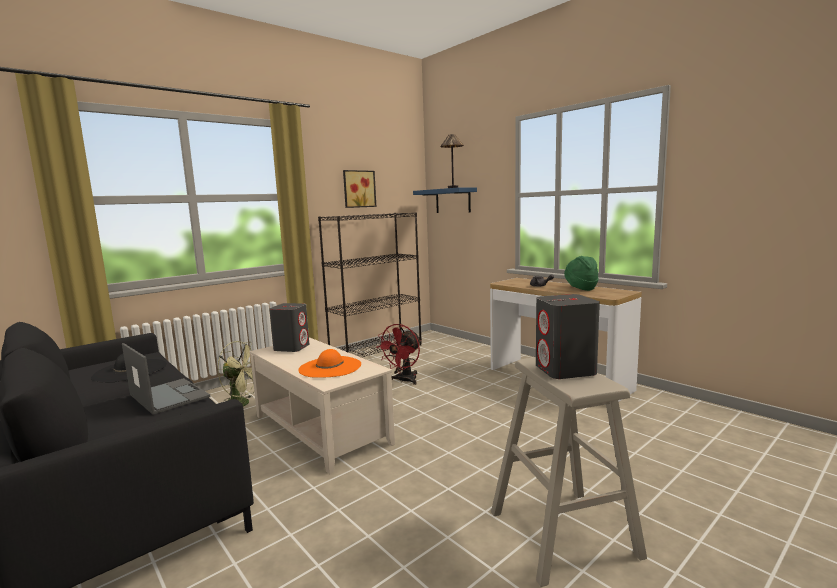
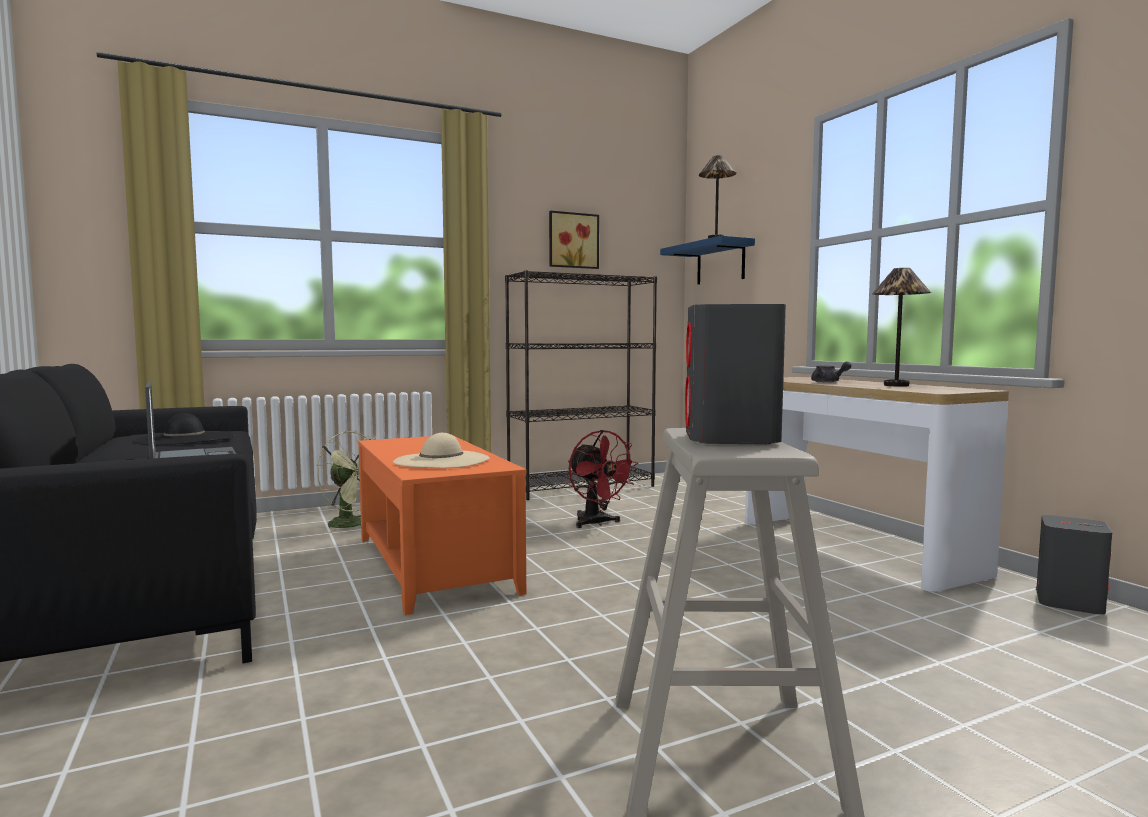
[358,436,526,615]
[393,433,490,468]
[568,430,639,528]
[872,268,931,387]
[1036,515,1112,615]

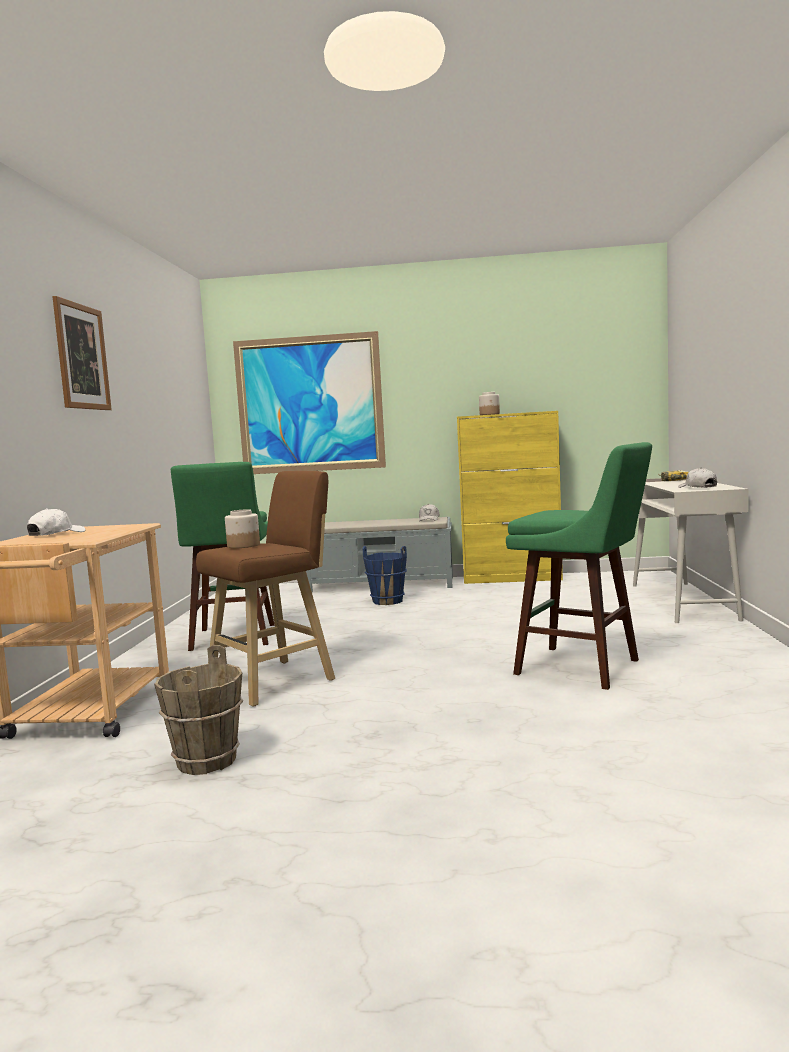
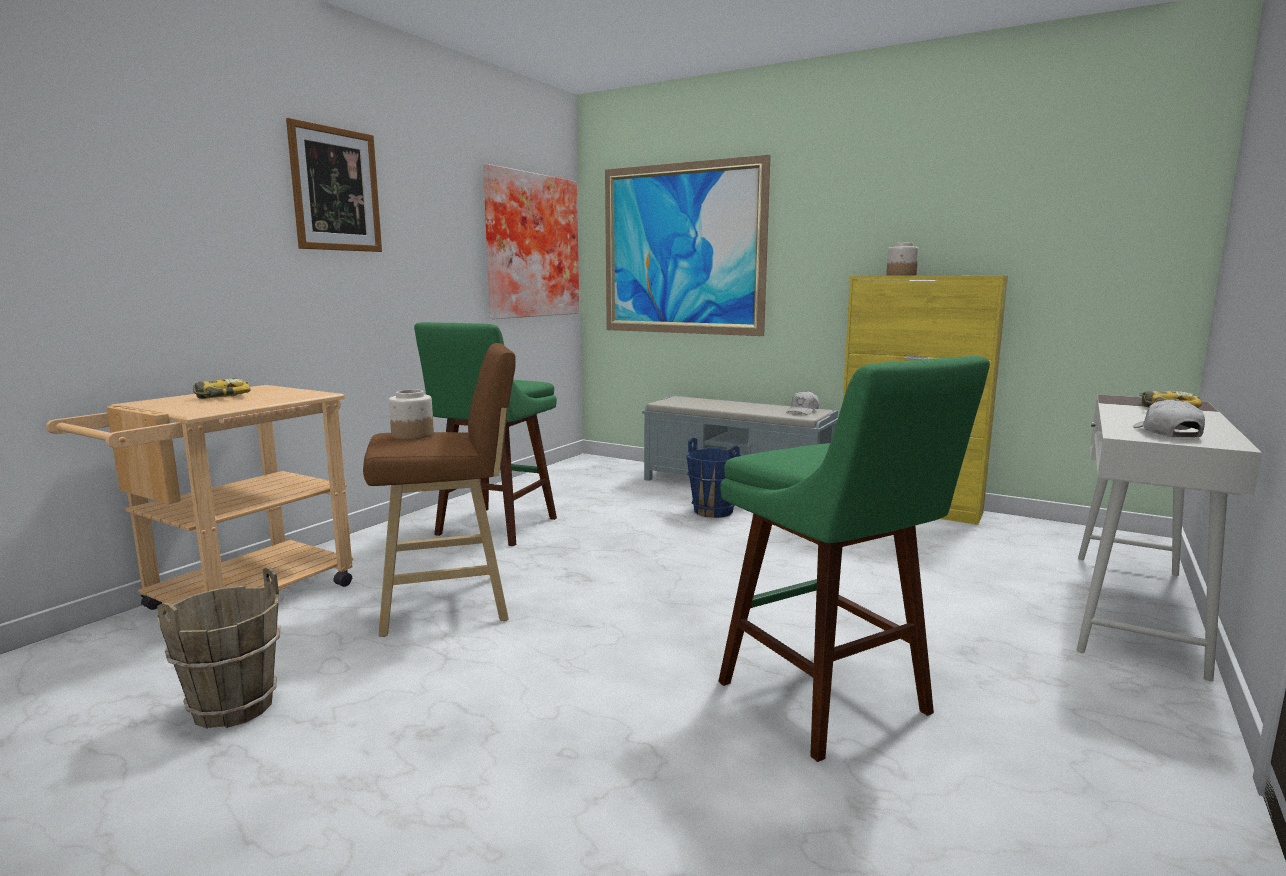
[193,378,251,399]
[483,164,579,319]

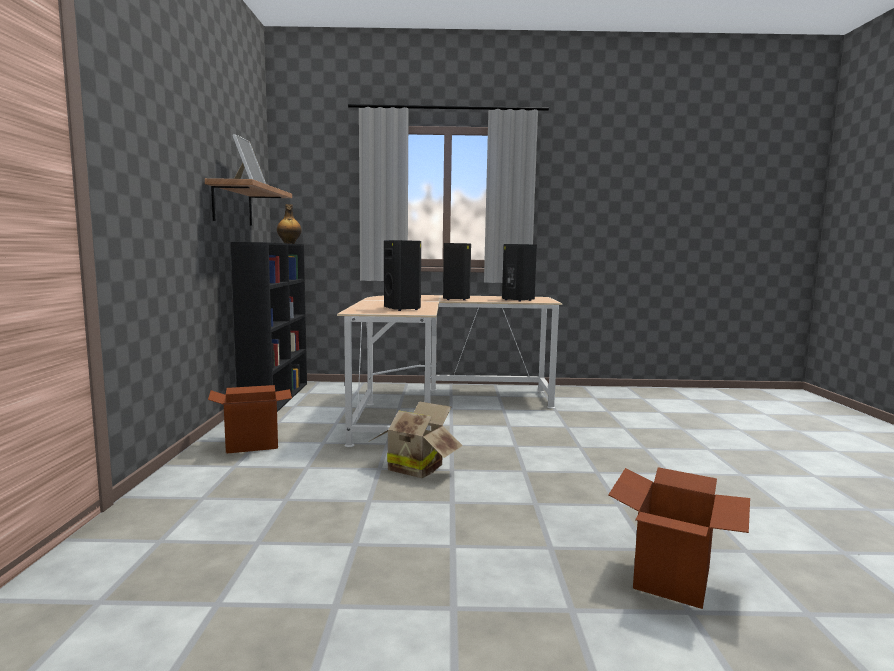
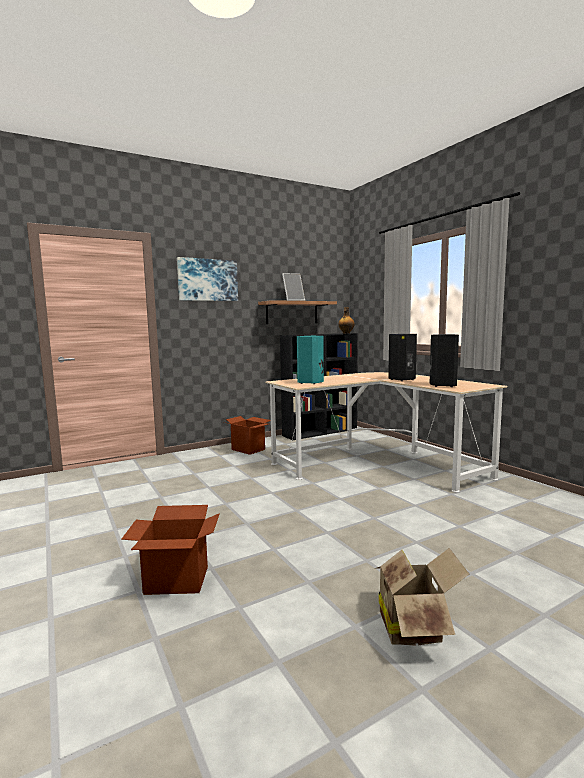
[177,257,238,301]
[297,336,324,384]
[374,548,469,646]

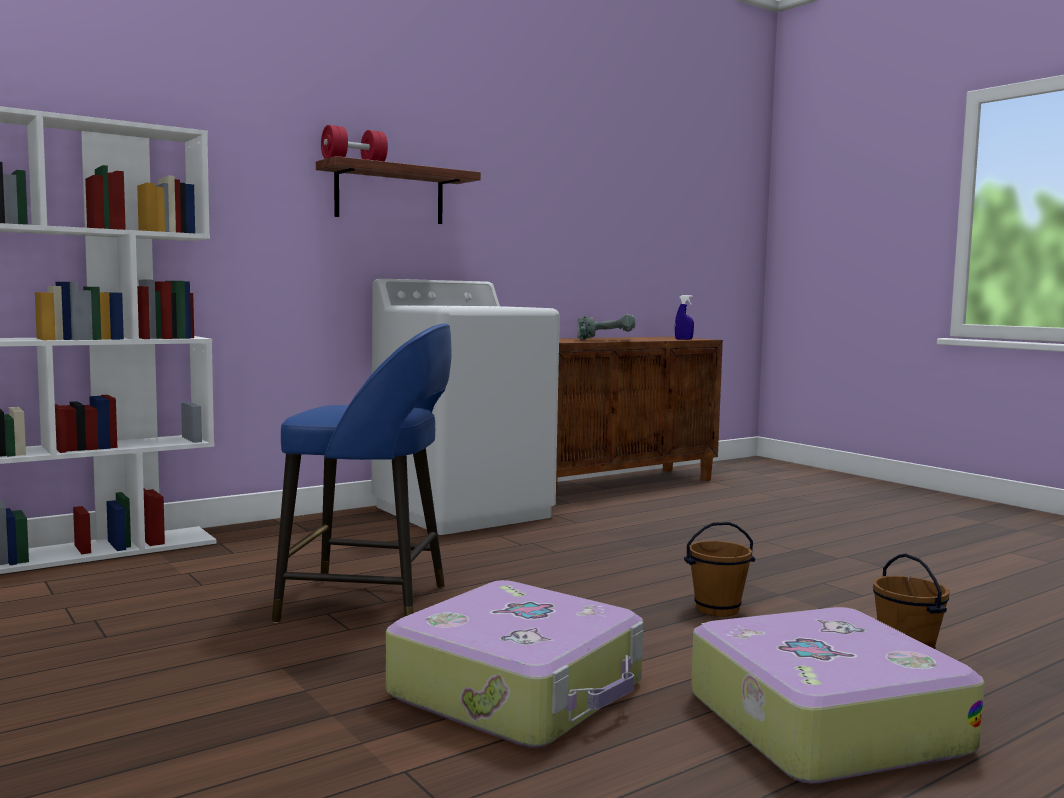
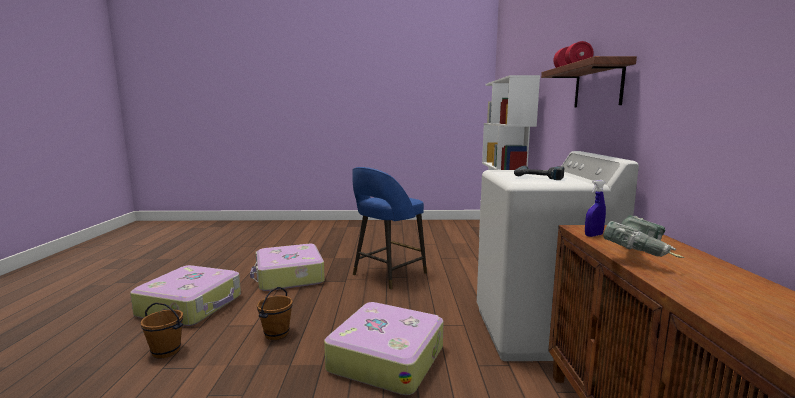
[324,302,444,395]
[514,165,565,180]
[585,180,606,237]

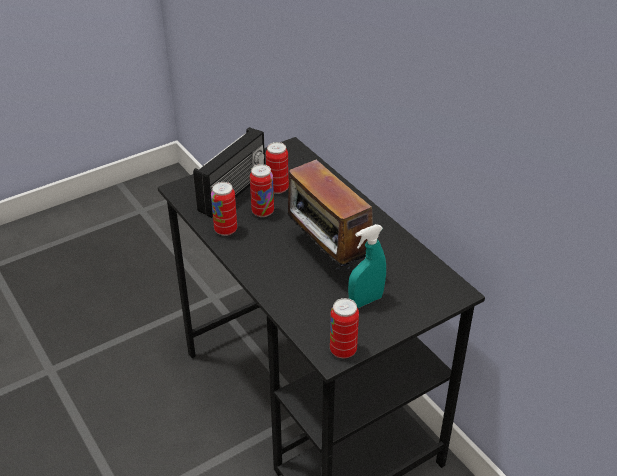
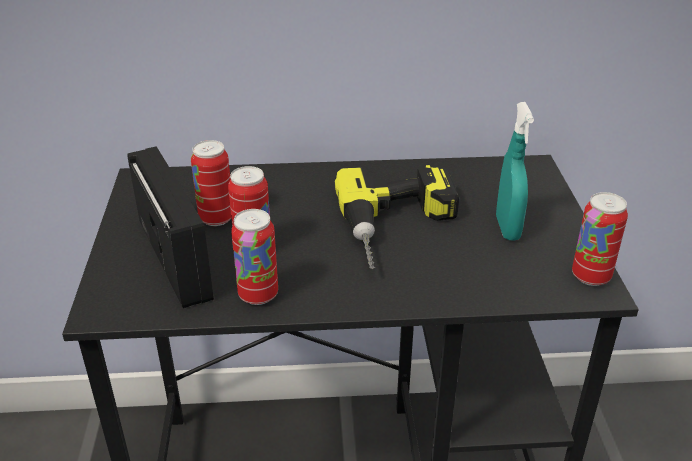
[335,165,459,270]

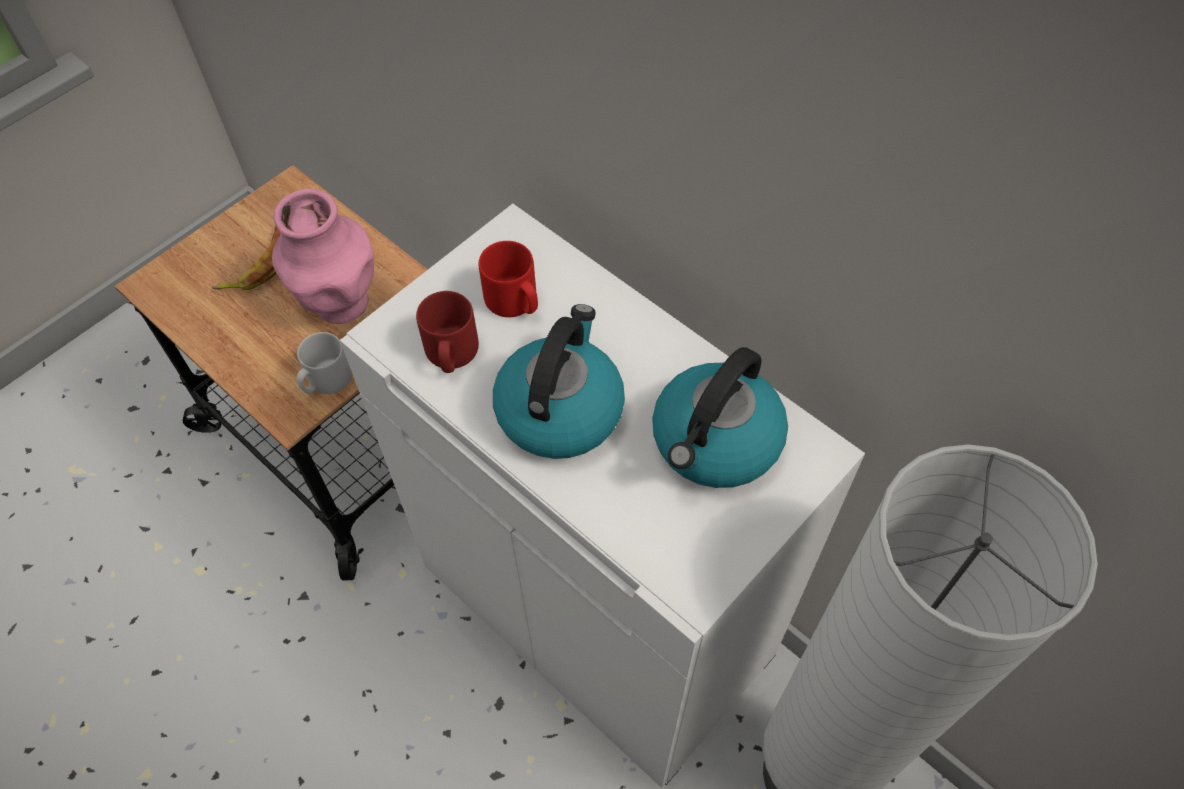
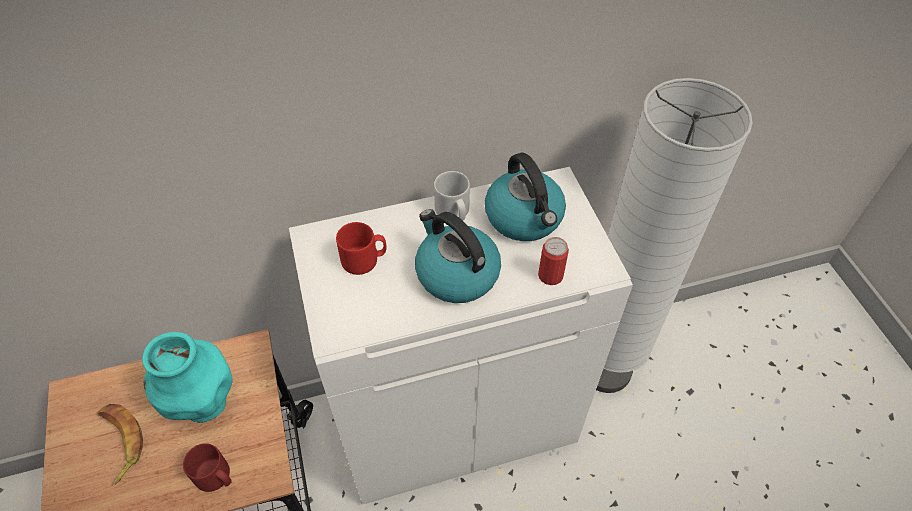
[142,332,232,423]
[183,443,232,492]
[434,171,470,220]
[538,237,569,285]

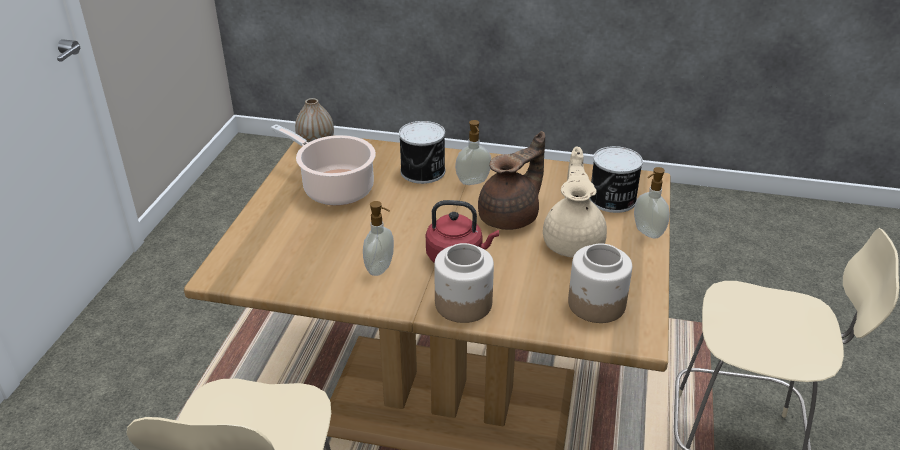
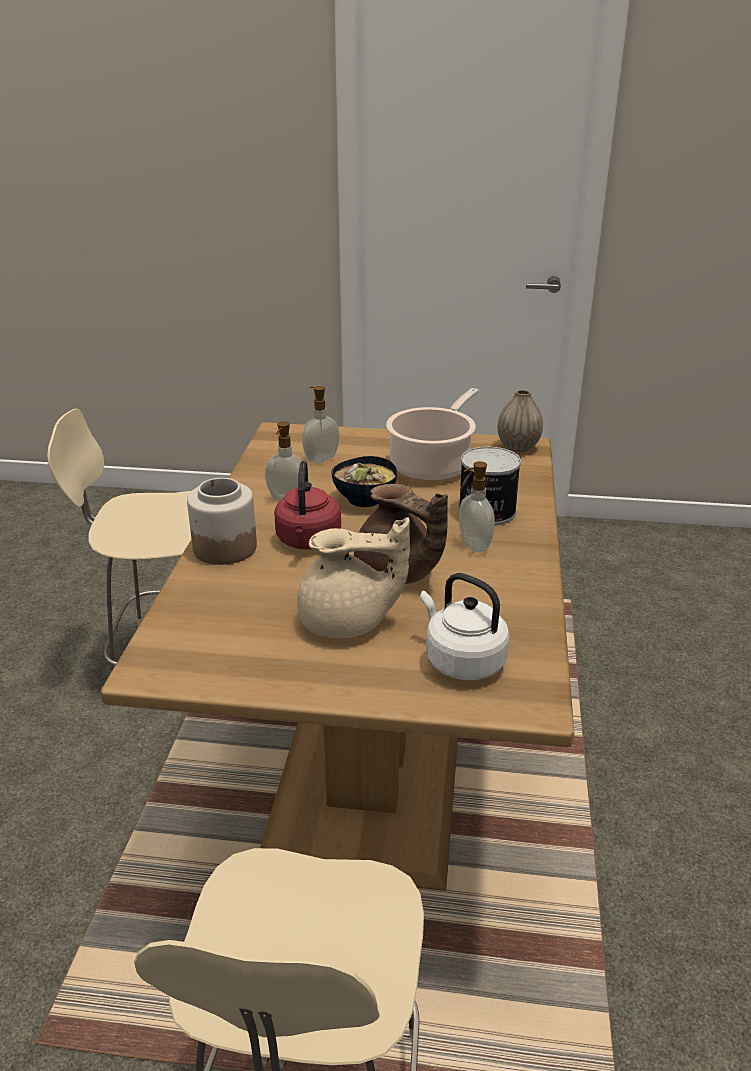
[302,386,340,463]
[332,456,397,507]
[420,573,509,680]
[568,243,632,323] (first image)

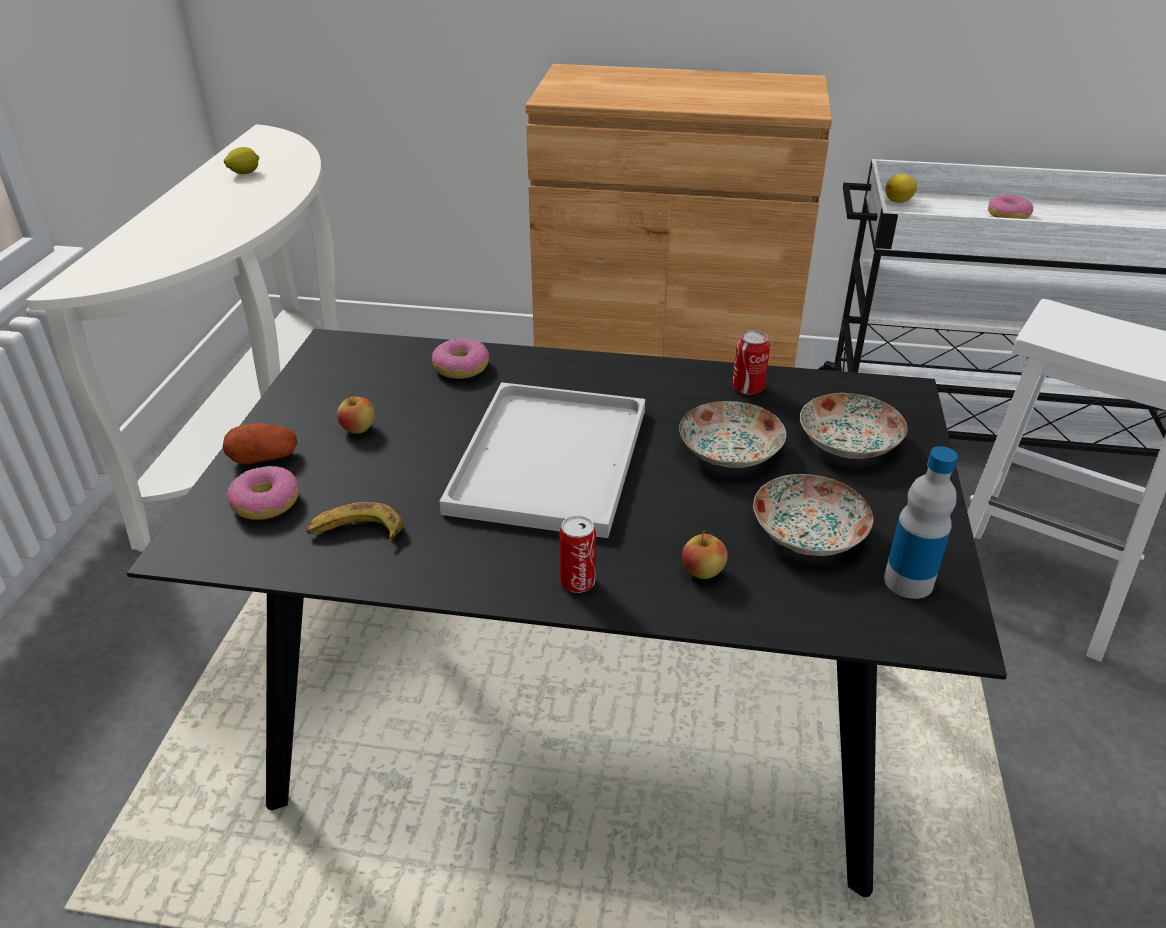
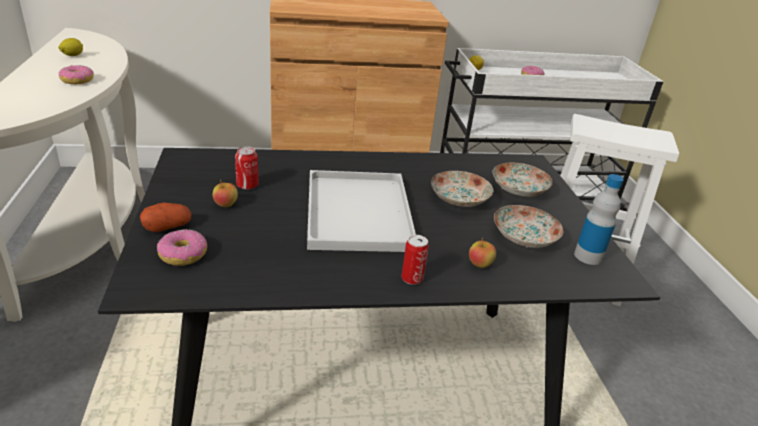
[59,65,94,84]
[235,146,259,190]
[306,502,403,543] (first image)

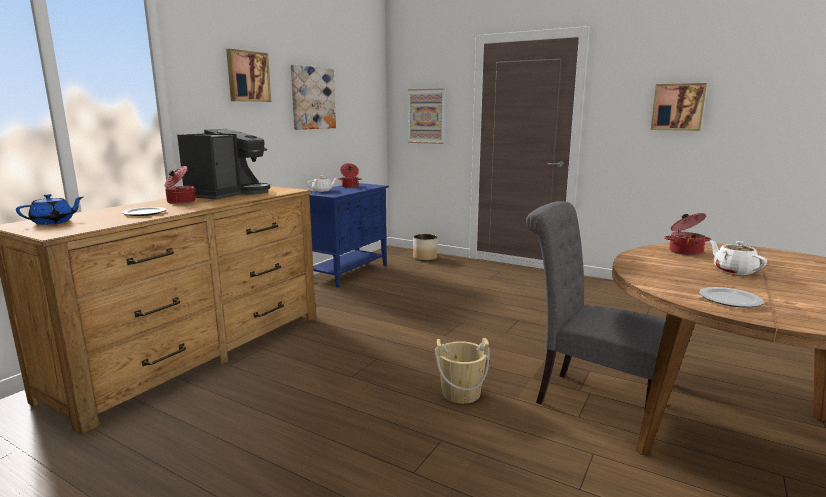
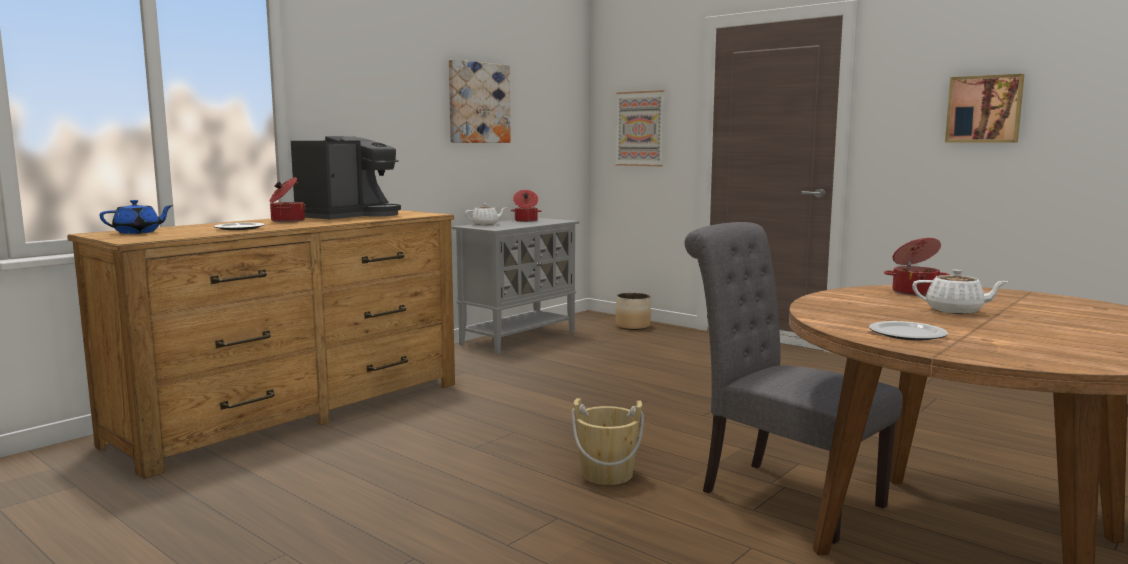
[452,218,579,354]
[912,269,1009,314]
[226,49,271,102] (first image)

